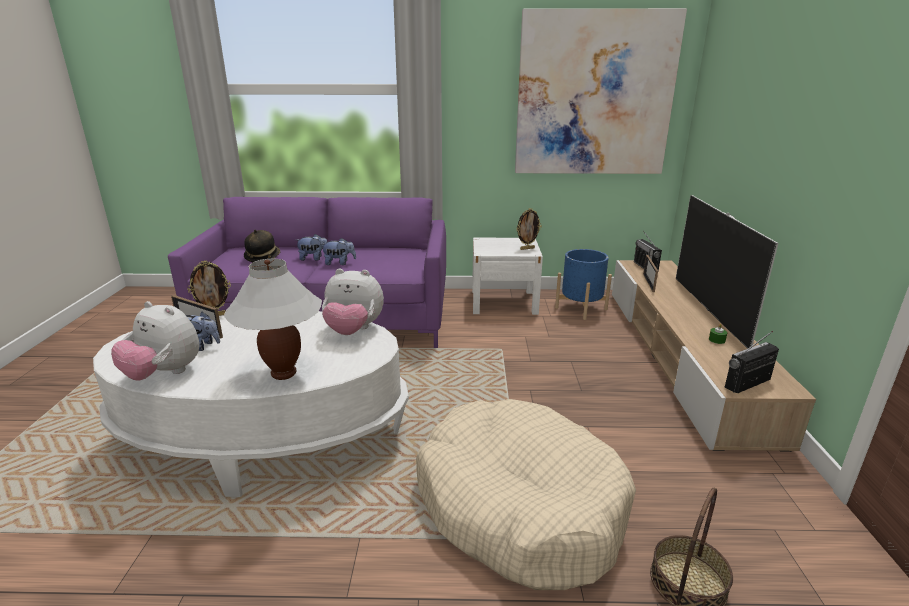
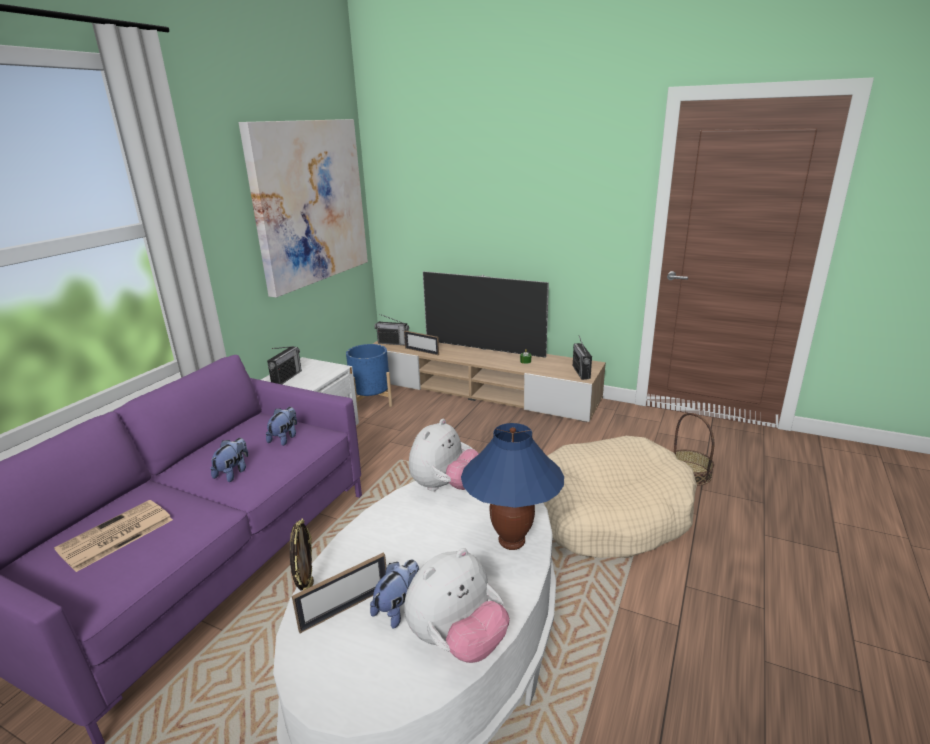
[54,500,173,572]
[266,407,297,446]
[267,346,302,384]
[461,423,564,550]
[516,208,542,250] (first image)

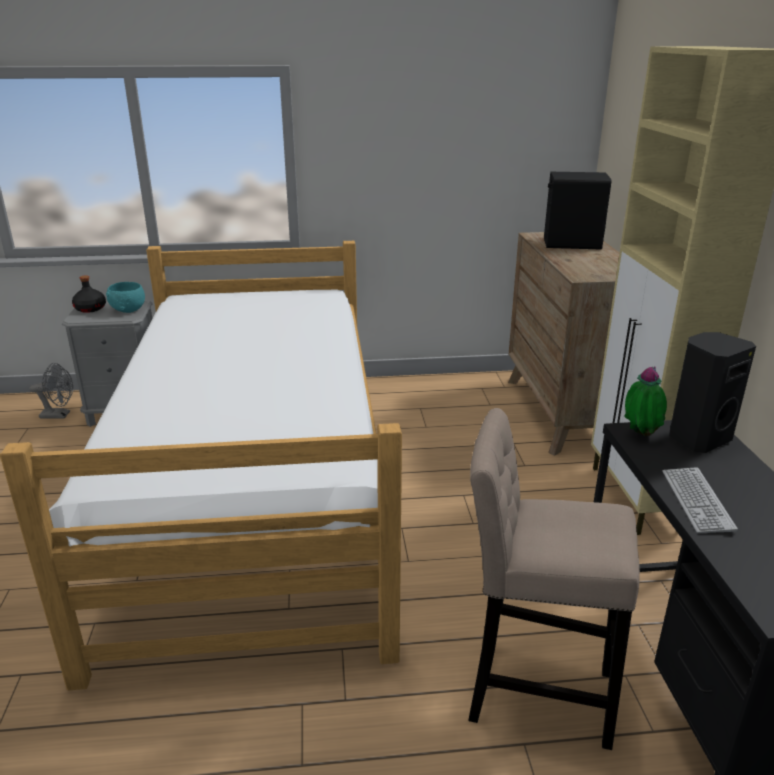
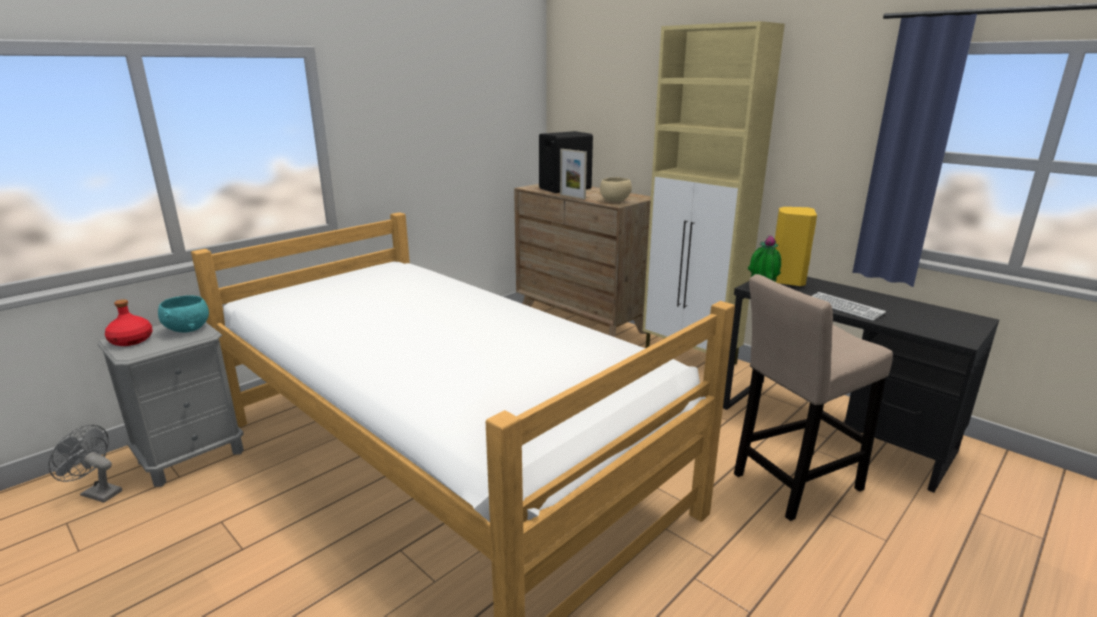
[48,425,122,503]
[105,299,153,346]
[560,149,587,200]
[600,177,632,202]
[775,207,817,286]

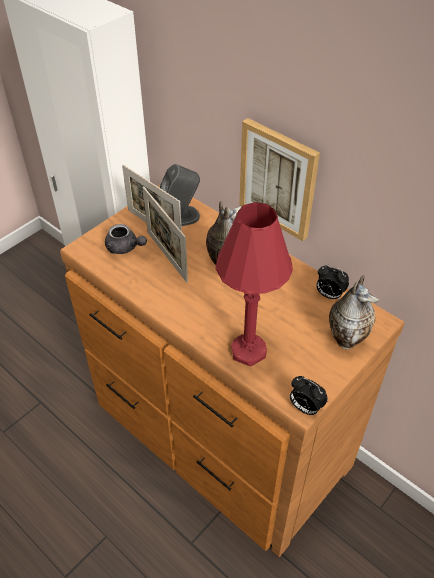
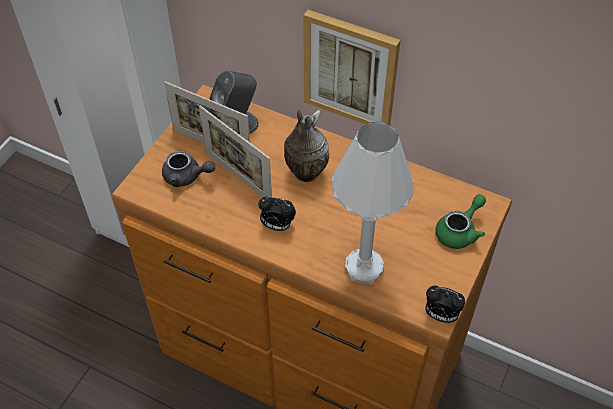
[258,196,296,231]
[331,122,414,285]
[435,194,486,249]

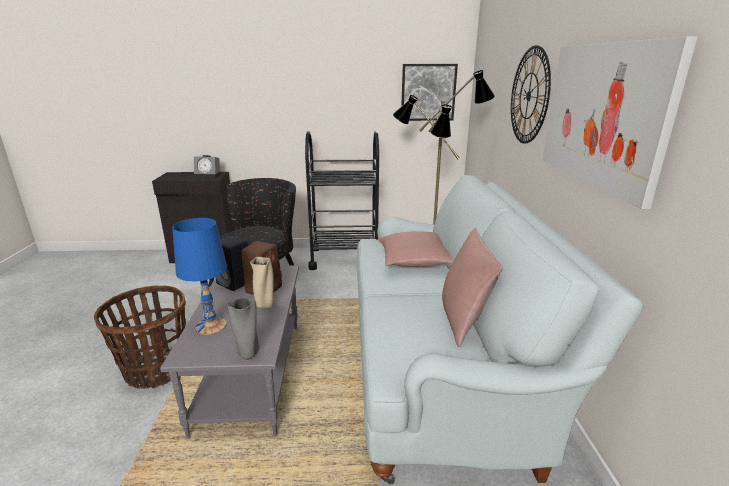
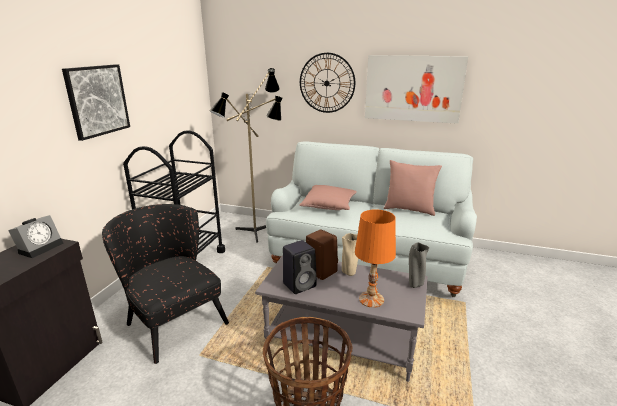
[62,64,130,141]
[355,209,396,308]

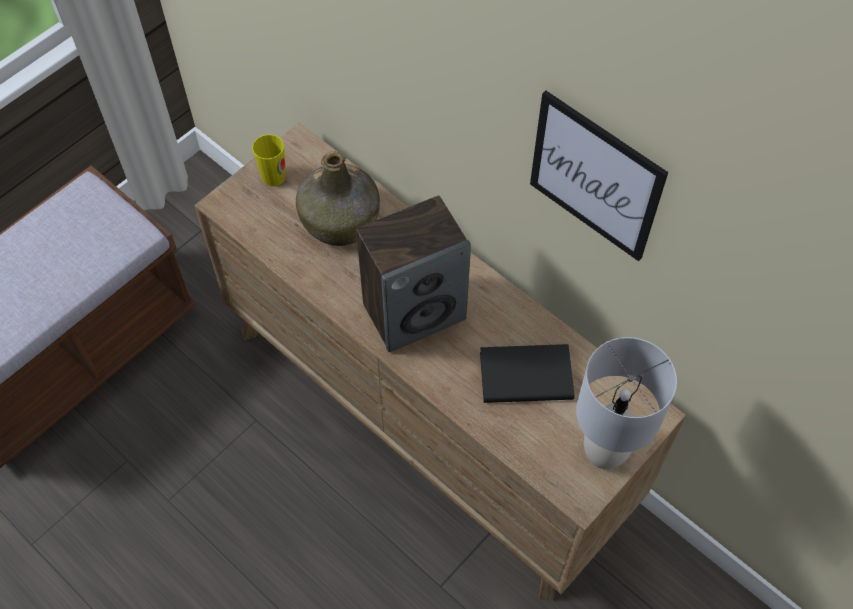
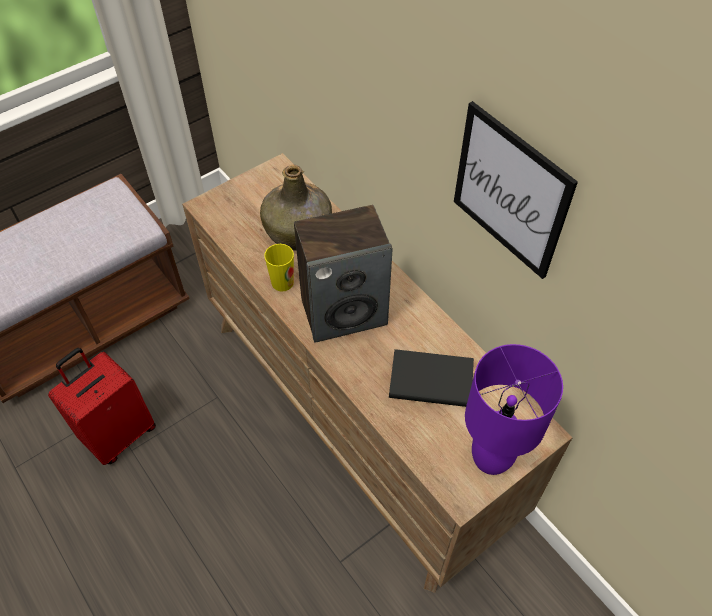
[48,348,156,465]
[264,244,294,291]
[465,344,563,475]

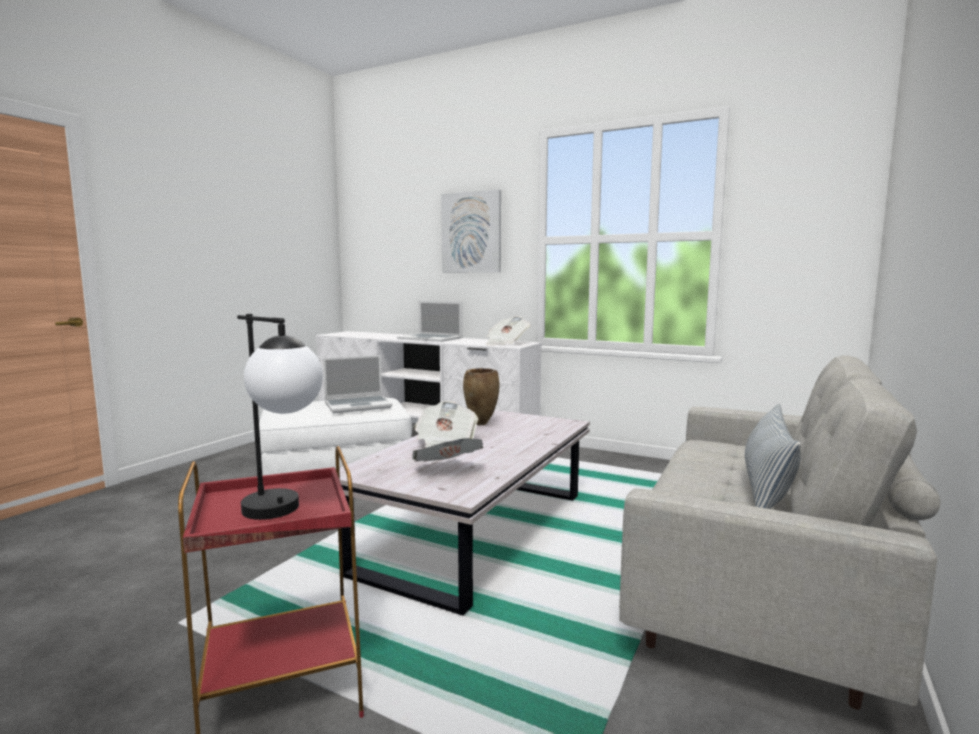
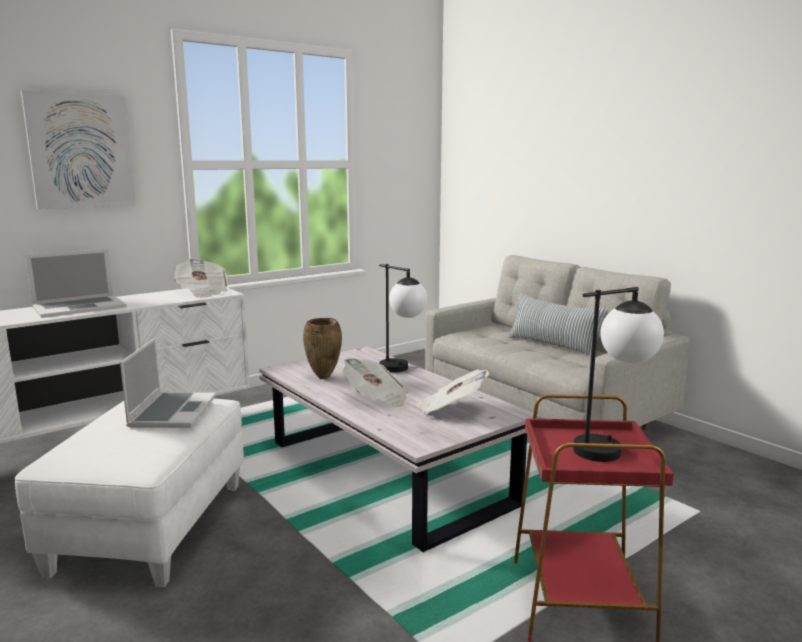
[379,264,427,373]

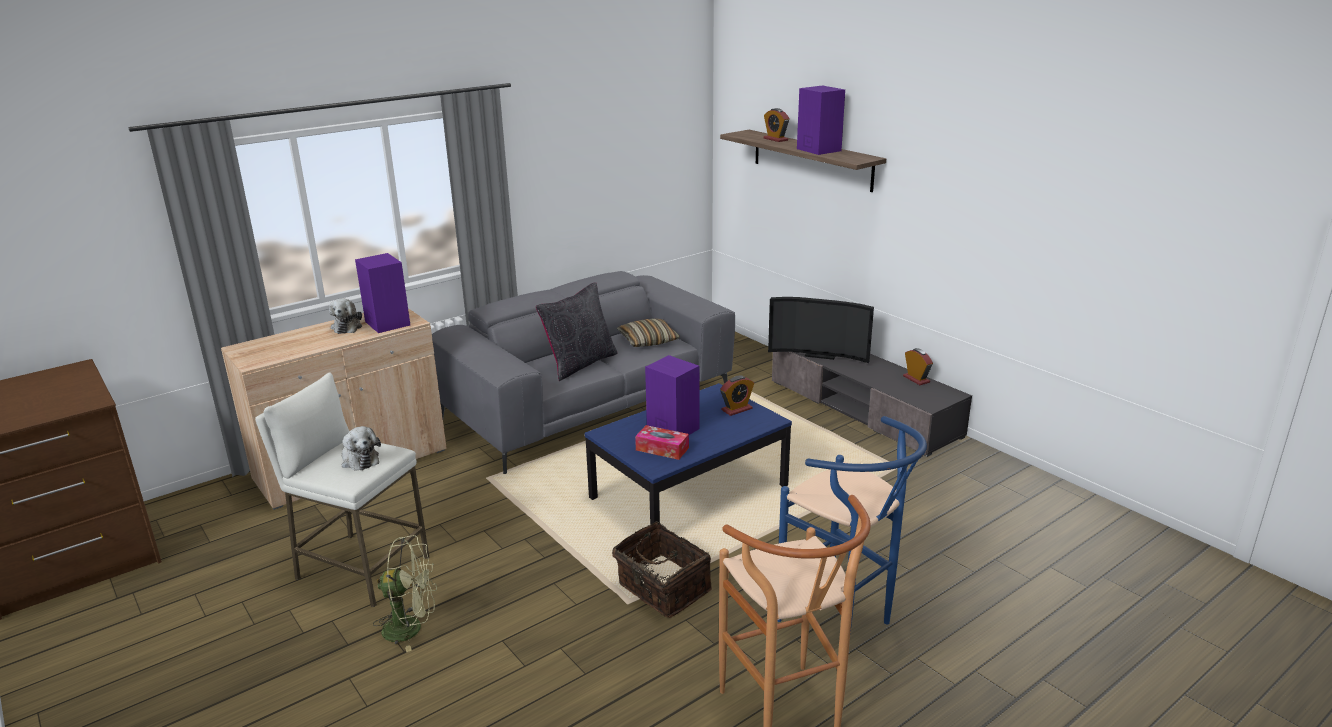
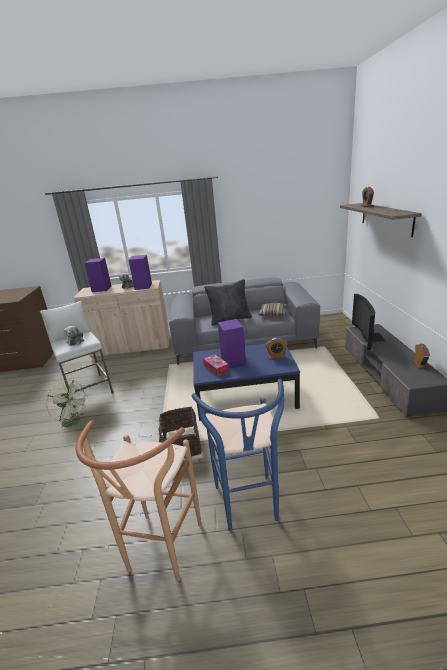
[84,258,111,292]
[352,294,385,350]

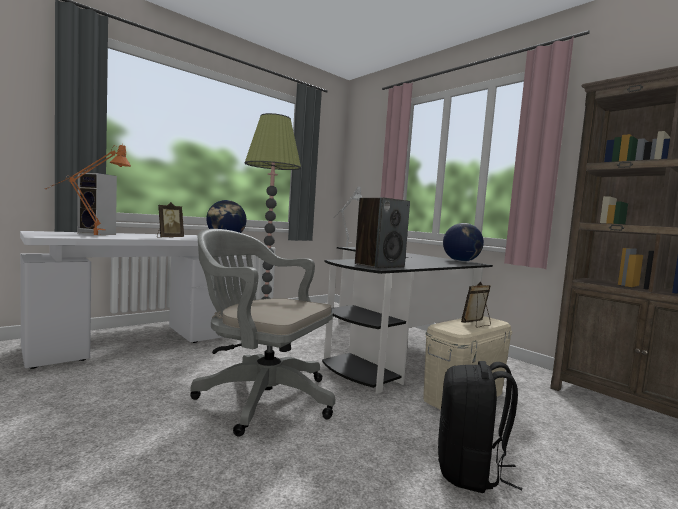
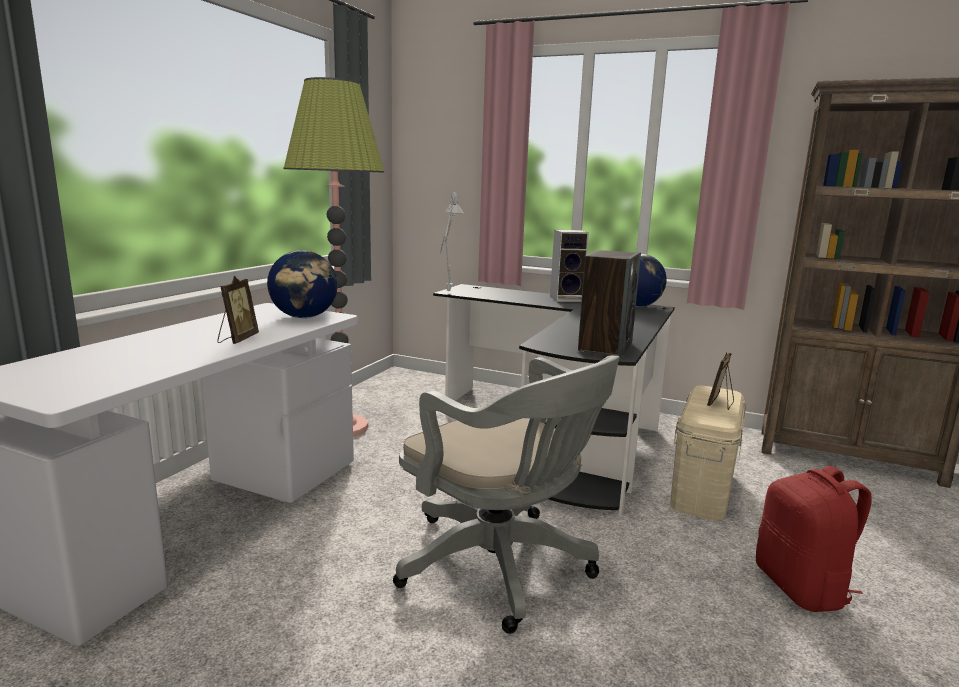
[393,356,620,634]
[550,230,589,302]
[756,466,872,612]
[47,145,131,235] (first image)

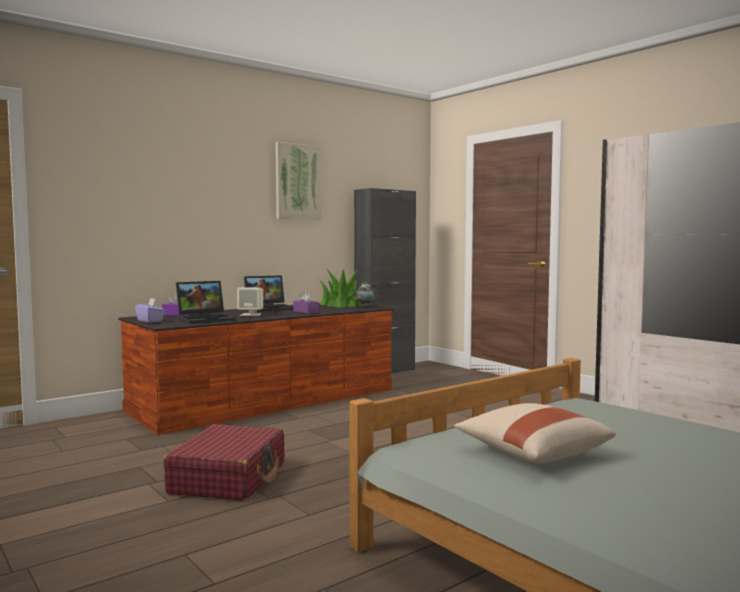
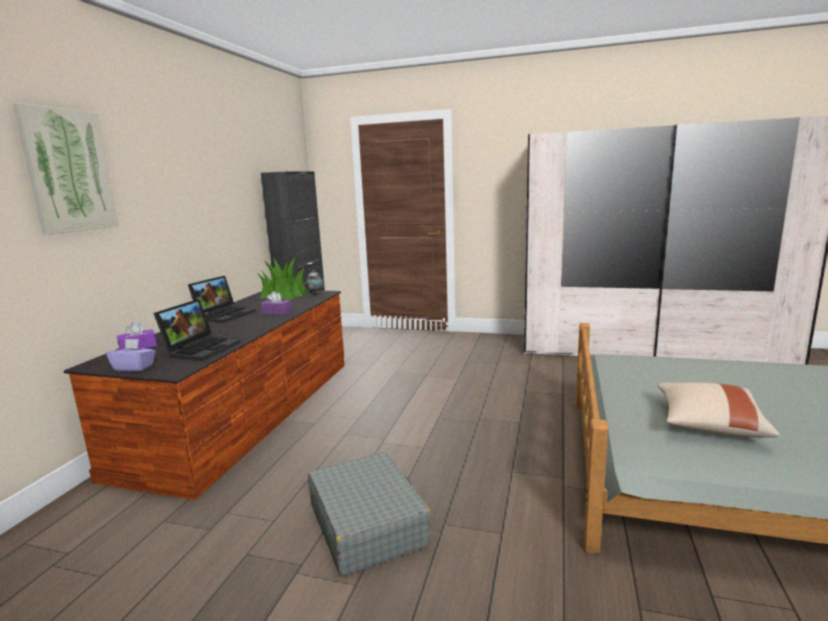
[13,103,119,235]
[308,452,431,576]
[237,287,263,316] (first image)

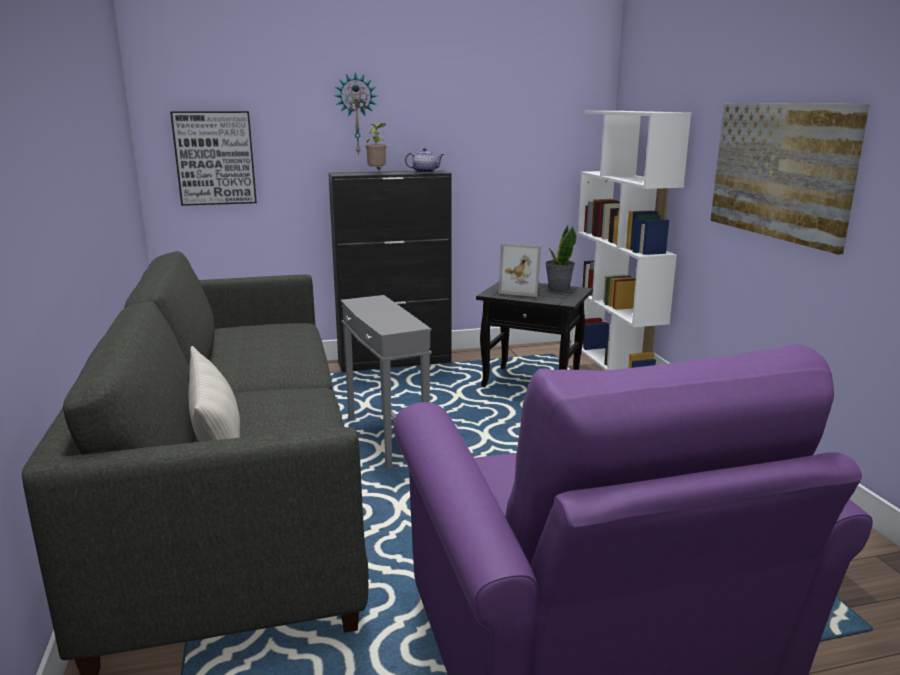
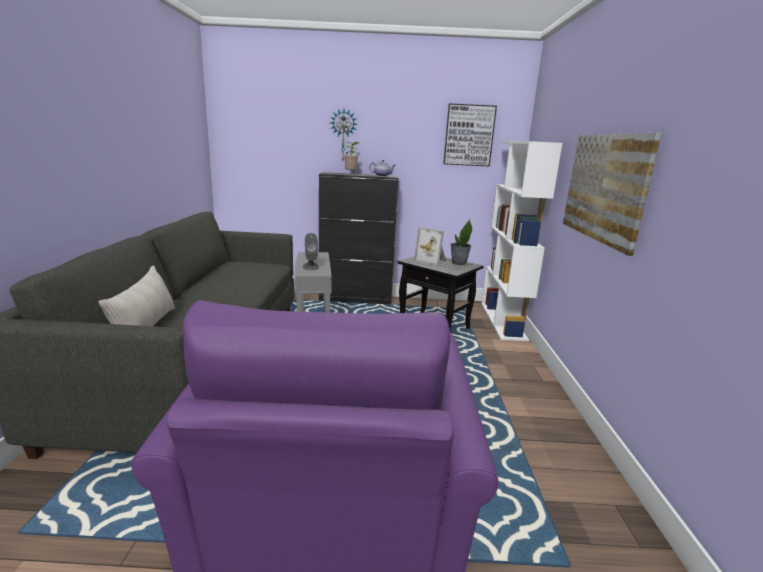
[303,233,319,270]
[443,103,497,167]

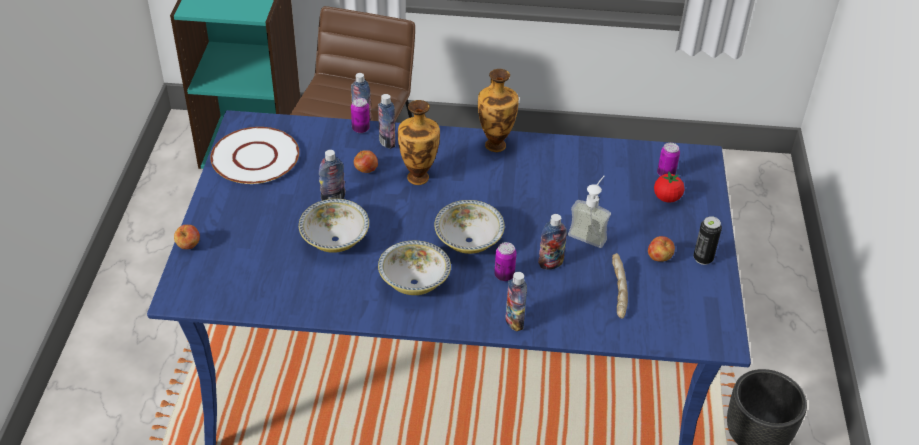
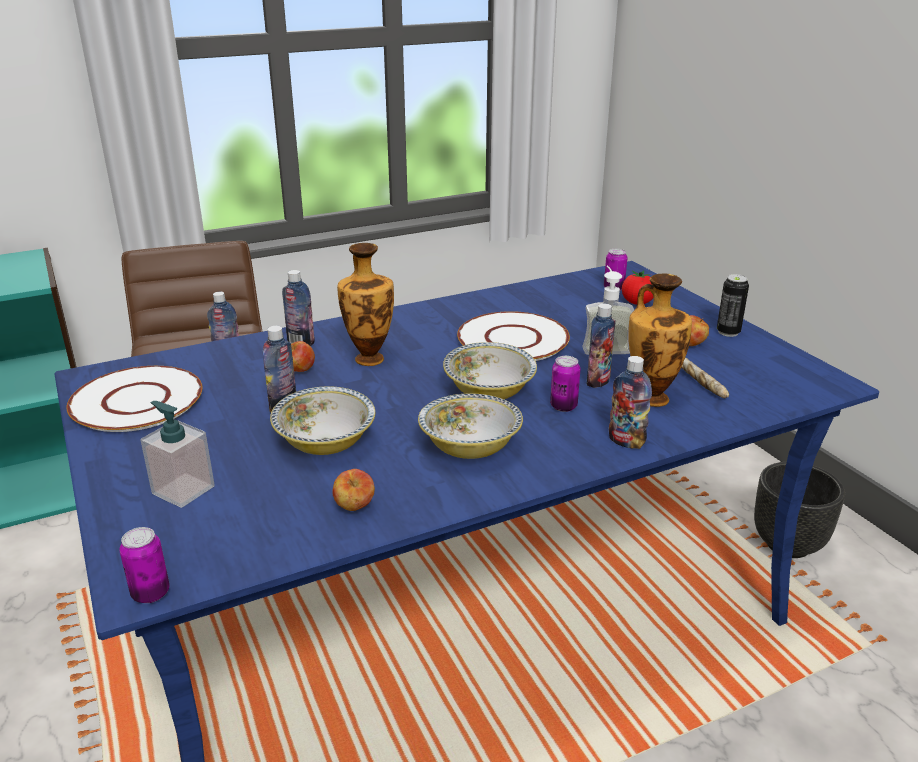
[119,527,170,603]
[140,401,215,508]
[332,469,375,511]
[457,311,570,361]
[628,274,692,407]

